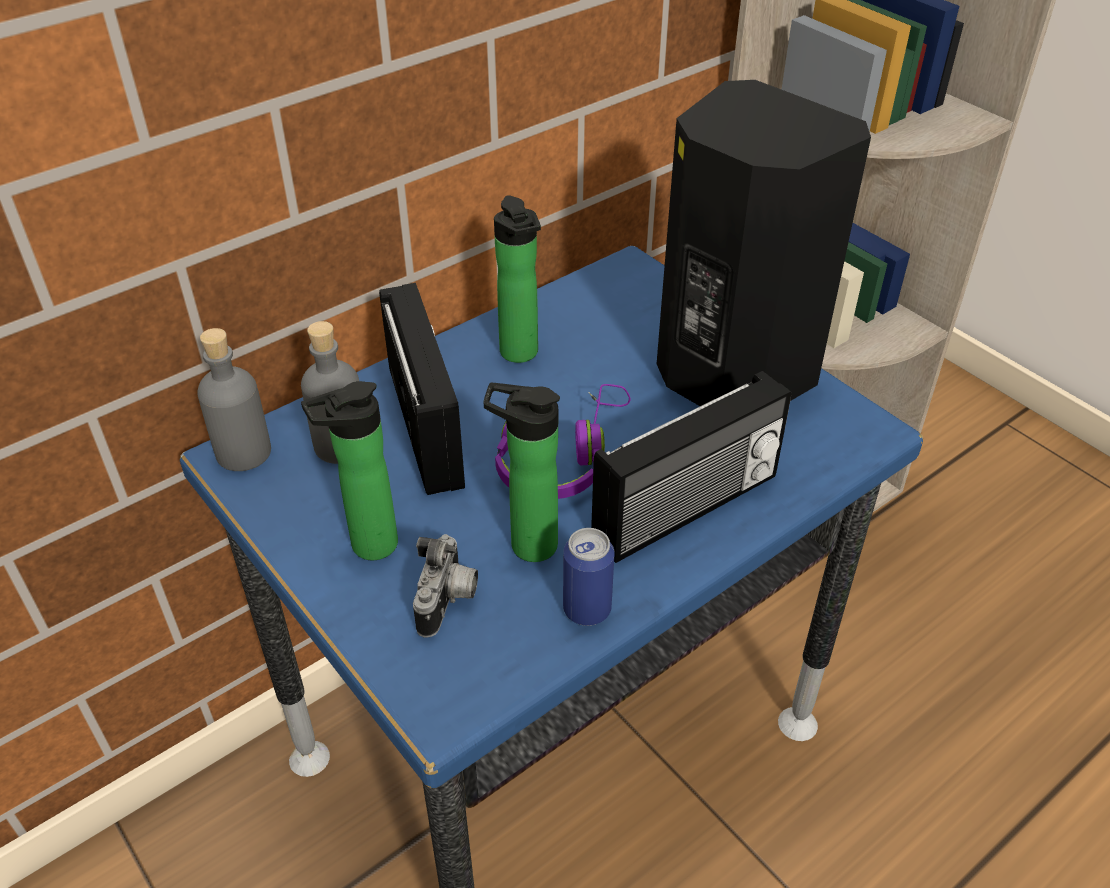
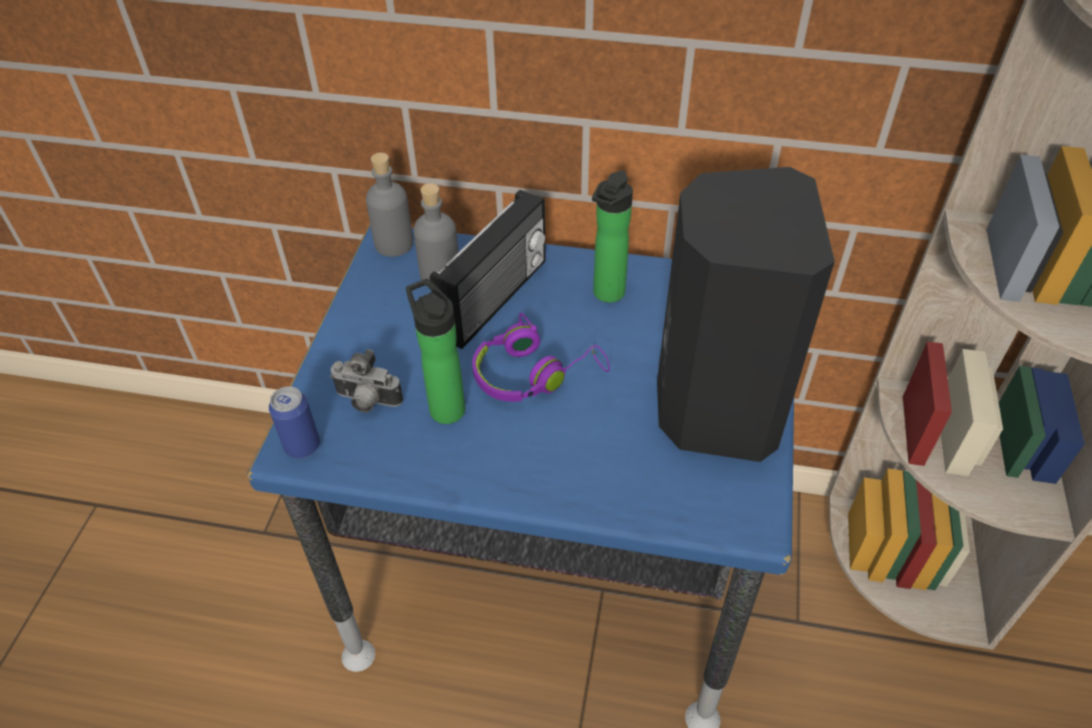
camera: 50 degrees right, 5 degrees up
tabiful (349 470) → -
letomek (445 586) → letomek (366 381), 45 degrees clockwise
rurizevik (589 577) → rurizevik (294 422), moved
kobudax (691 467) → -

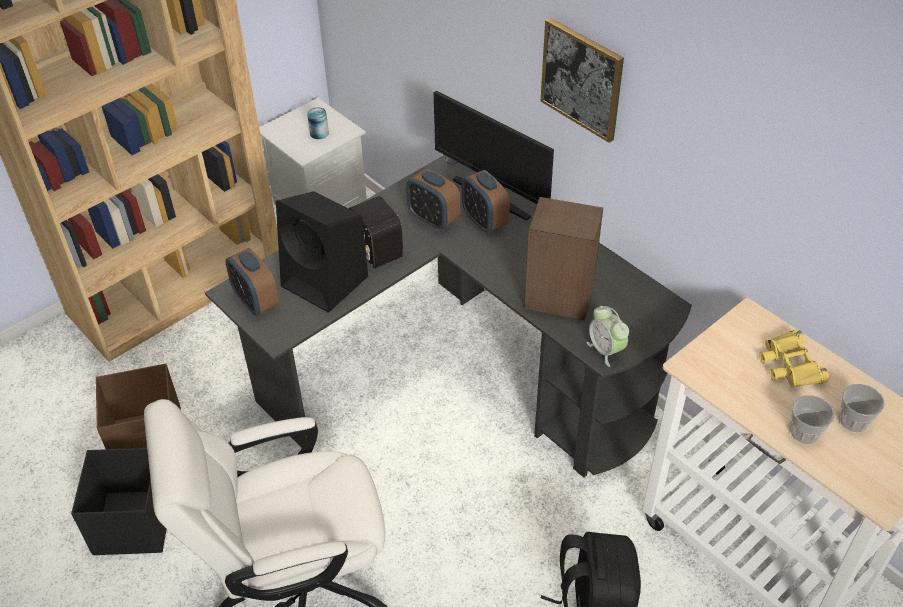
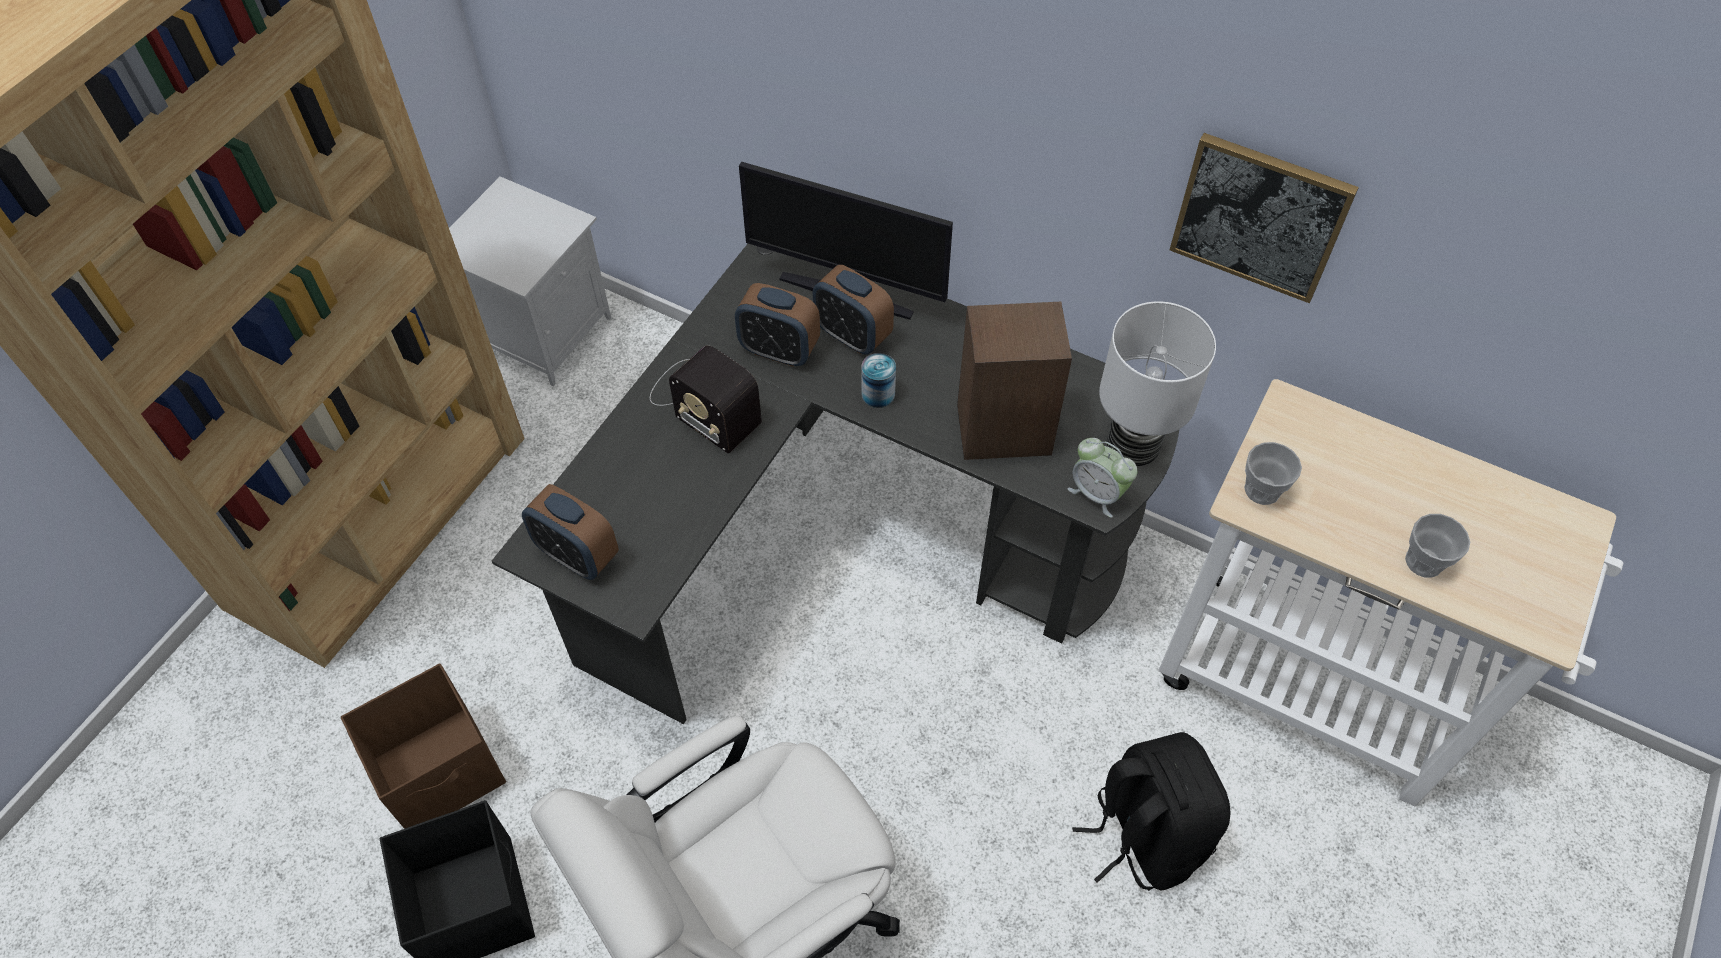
camera: 20 degrees left, 10 degrees up
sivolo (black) (322 252) → -
rurizevik (318 123) → rurizevik (878 380), moved
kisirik (582 80) → kisirik (1264 218), moved
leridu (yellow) (794 358) → -
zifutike (862 408) → zifutike (1273 473), moved
- → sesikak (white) (1157 383)

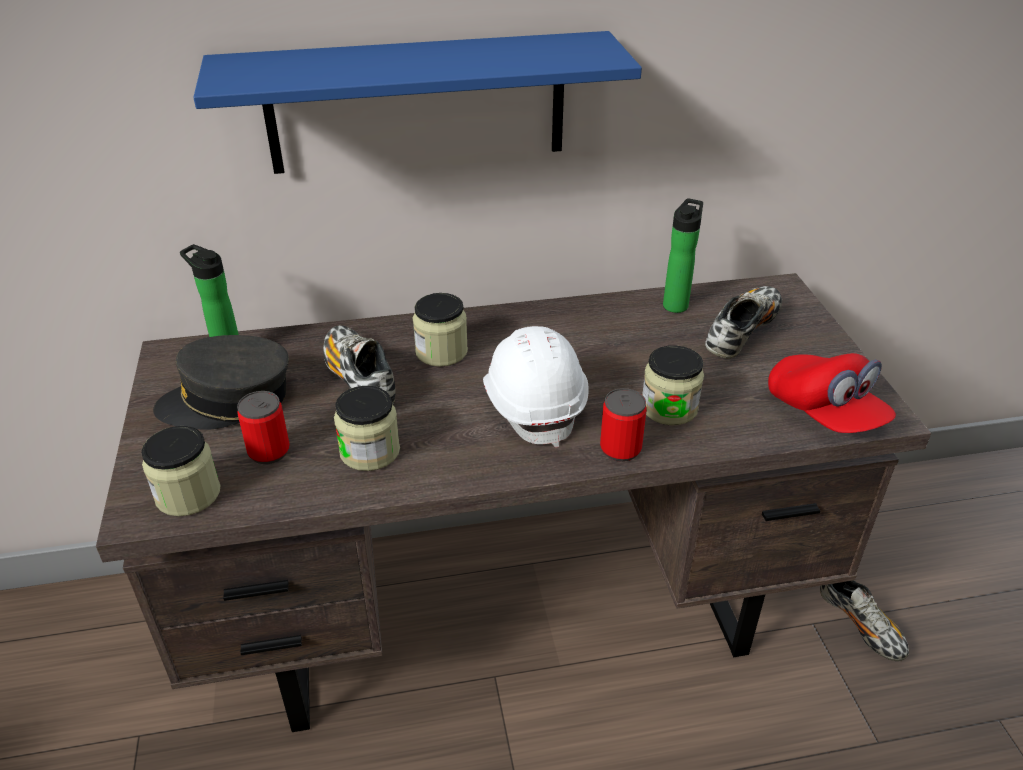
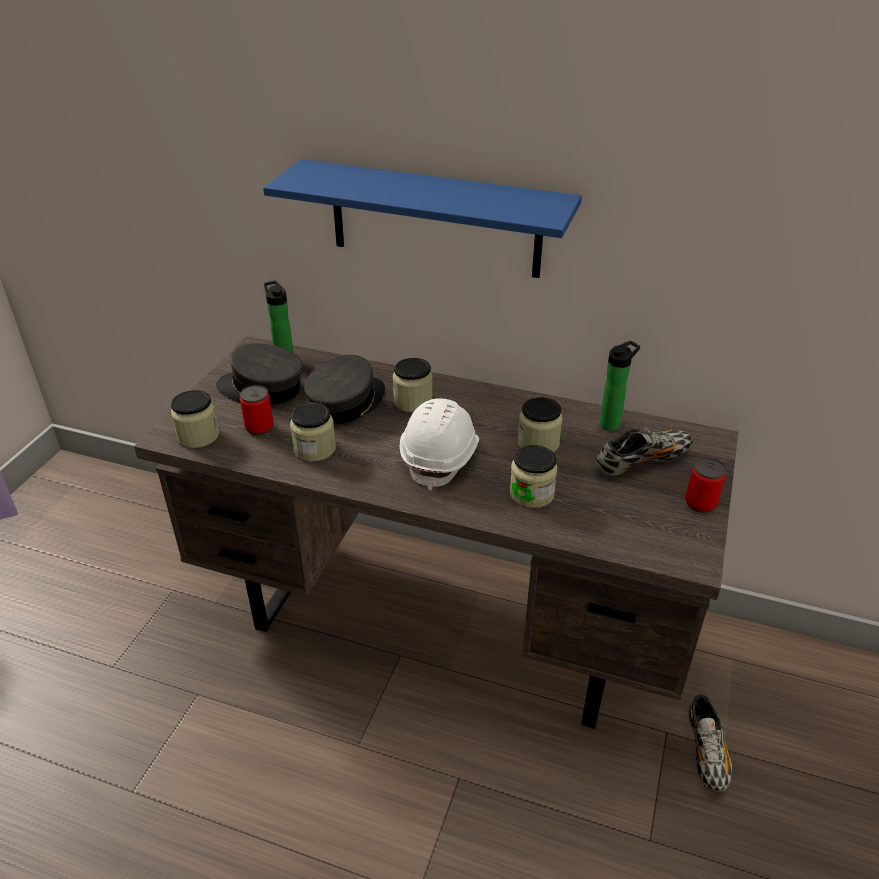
camera: 30 degrees right, 0 degrees up
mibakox (359 364) → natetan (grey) (344 390)
rurizevik (623 425) → rurizevik (705 485), moved
natetan (red) (832 393) → -
- → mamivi (540 424)

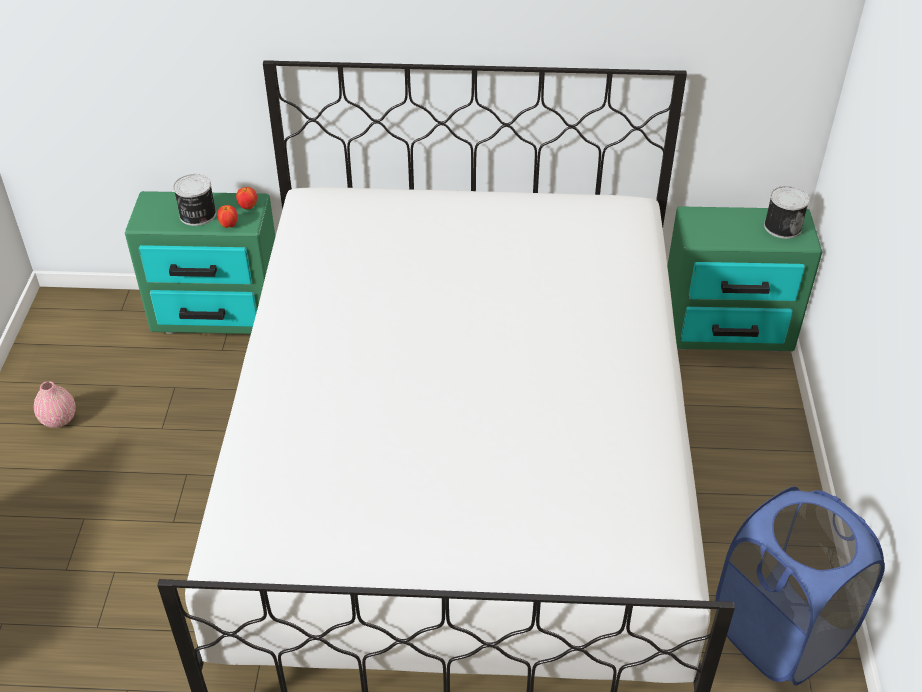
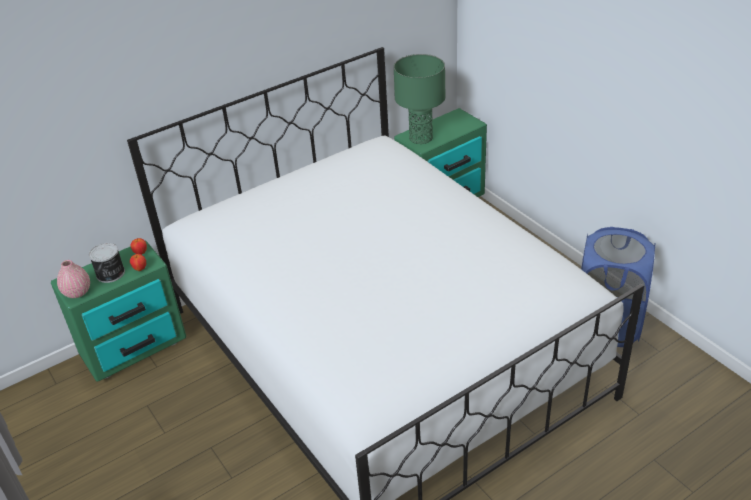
camera: 35 degrees left, 5 degrees down
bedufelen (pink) (55 404) → bedufelen (pink) (73 279), moved
rurizevik (786 212) → -
- → sesikak (green) (419 99)

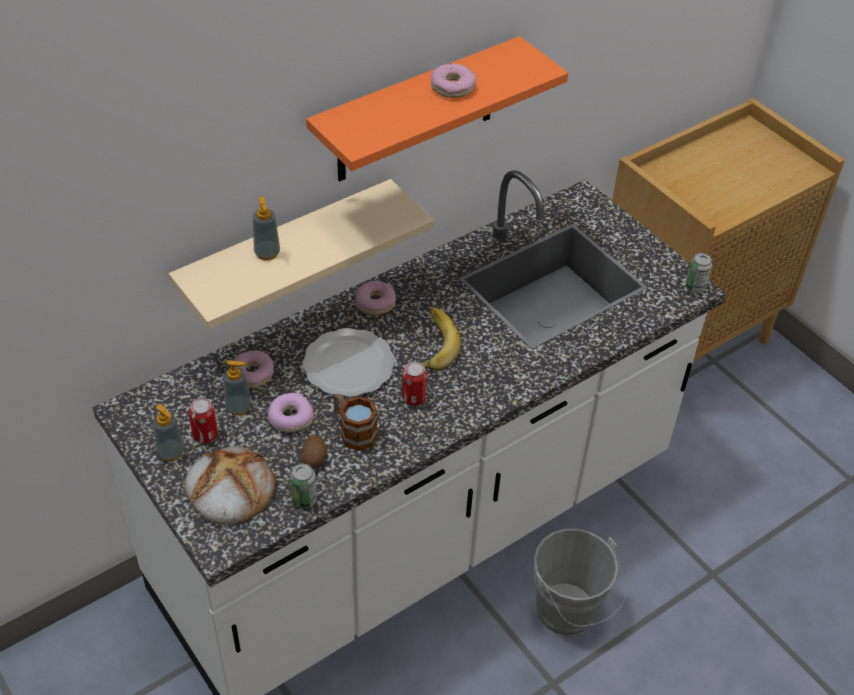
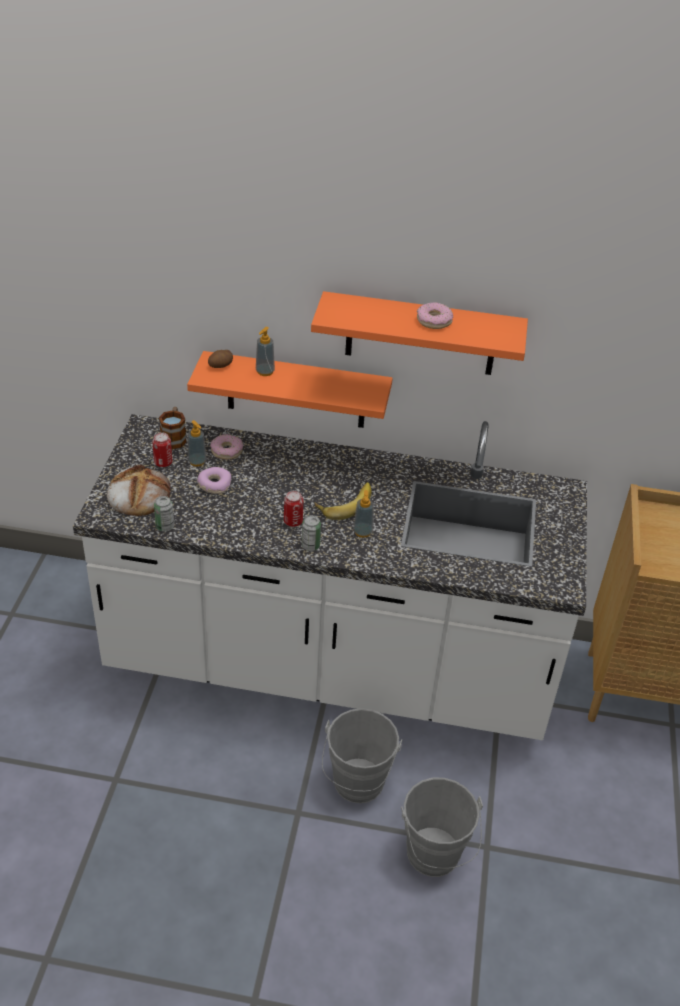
camera: 45 degrees right, 5 degrees down
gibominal (168 432) → gibominal (363 514), moved
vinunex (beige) (301 254) → vinunex (orange) (290 389)
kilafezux (314 451) → kilafezux (220 359), moved
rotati (348 362) → -
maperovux (355 422) → maperovux (173 428), moved
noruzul (375 298) → -
rurizevik (699 273) → rurizevik (311 533), moved
- → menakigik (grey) (442 827)

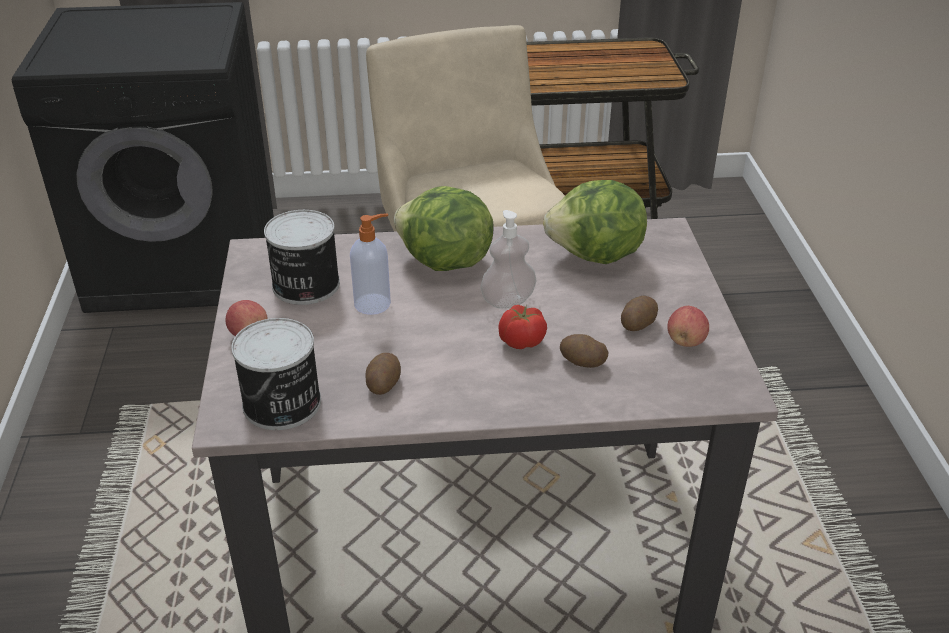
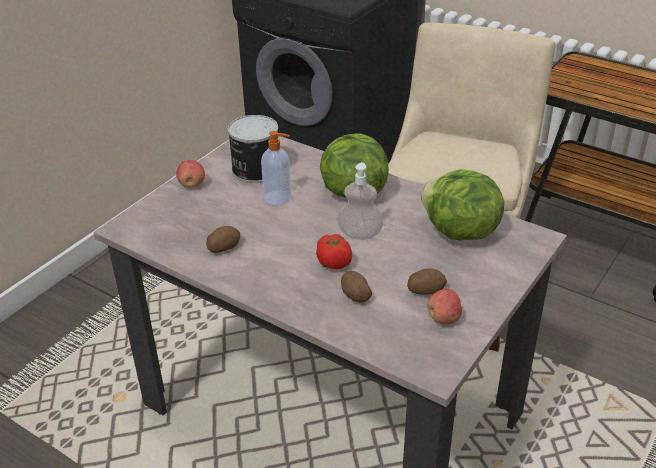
camera: 40 degrees right, 0 degrees up
rurizevik (276 374) → -

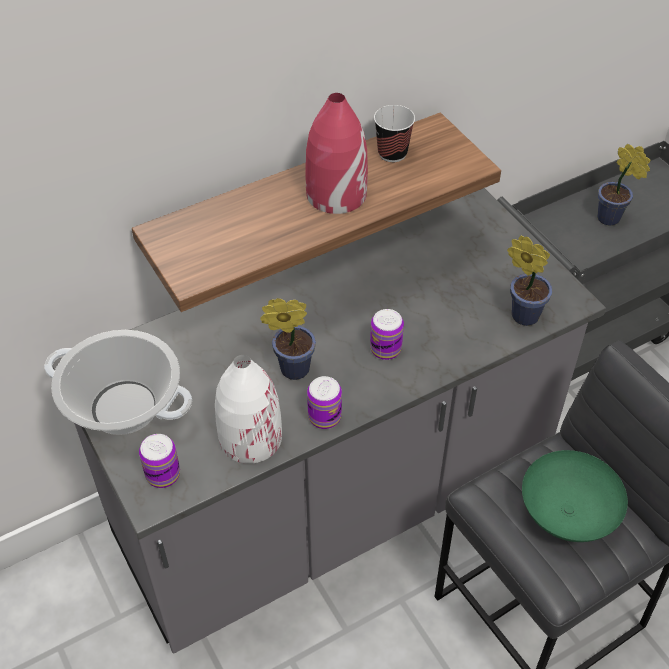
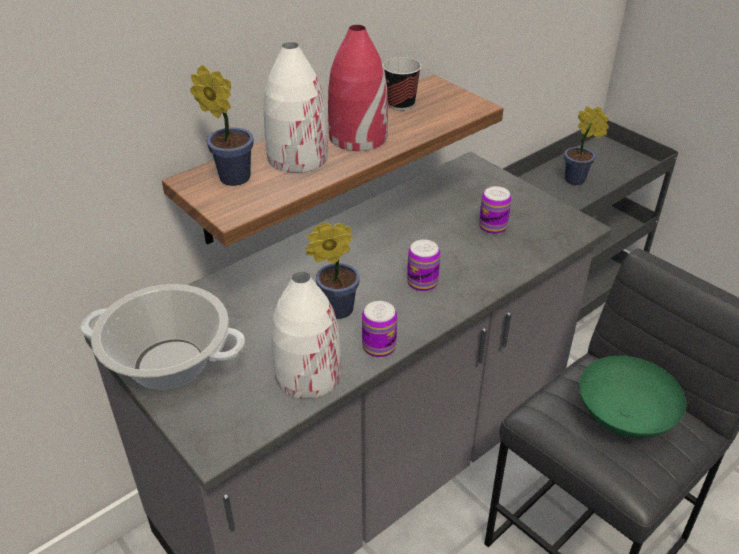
camera: 10 degrees left, 10 degrees down
rurizevik (159 461) → rurizevik (495 210), moved
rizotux (529 281) → rizotux (222 125), moved
- → bedufelen (white) (296 107)

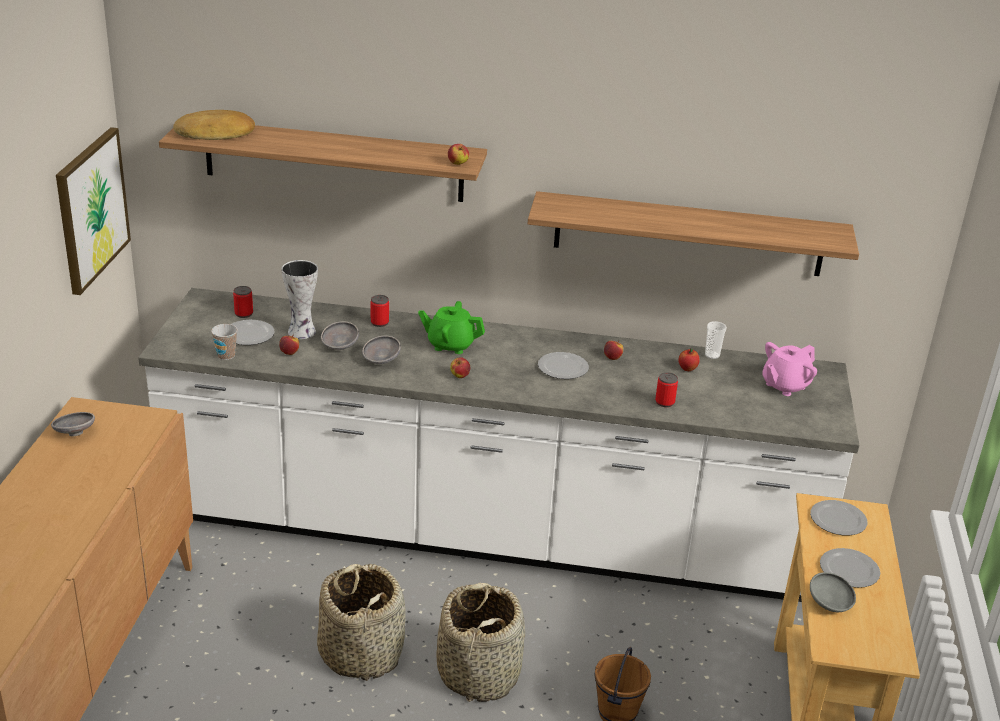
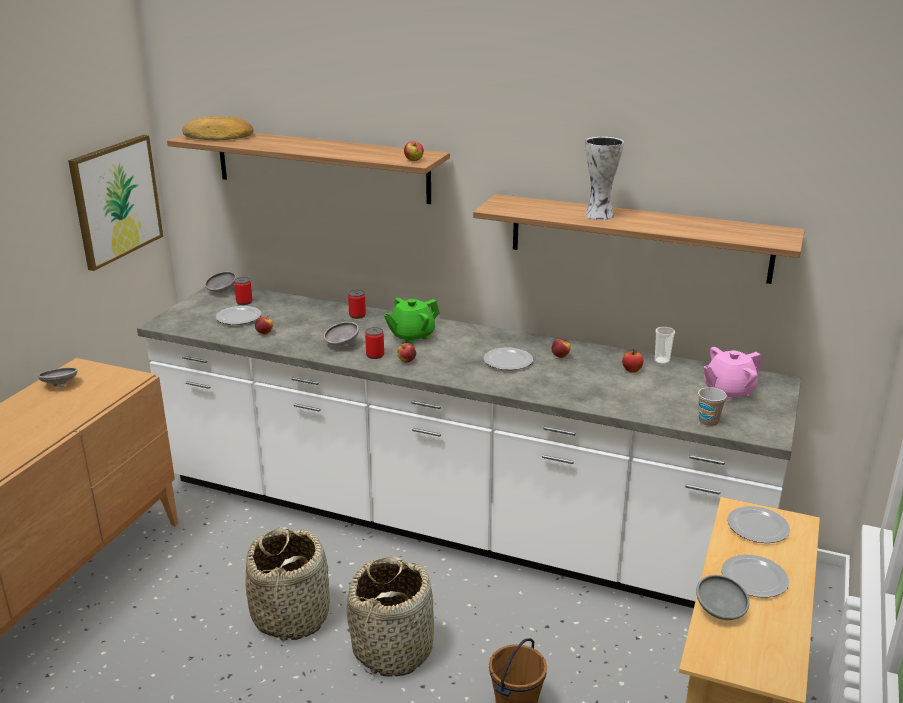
camera: 15 degrees right, 5 degrees down
zifutike (224 342) → zifutike (712 406), moved
bedufelen (299 299) → bedufelen (604 178), moved
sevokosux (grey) (340 335) → sevokosux (grey) (220 282), moved
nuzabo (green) (451 327) → nuzabo (green) (412 321), 60 degrees counterclockwise
rurizevik (666 389) → rurizevik (374 343), moved

